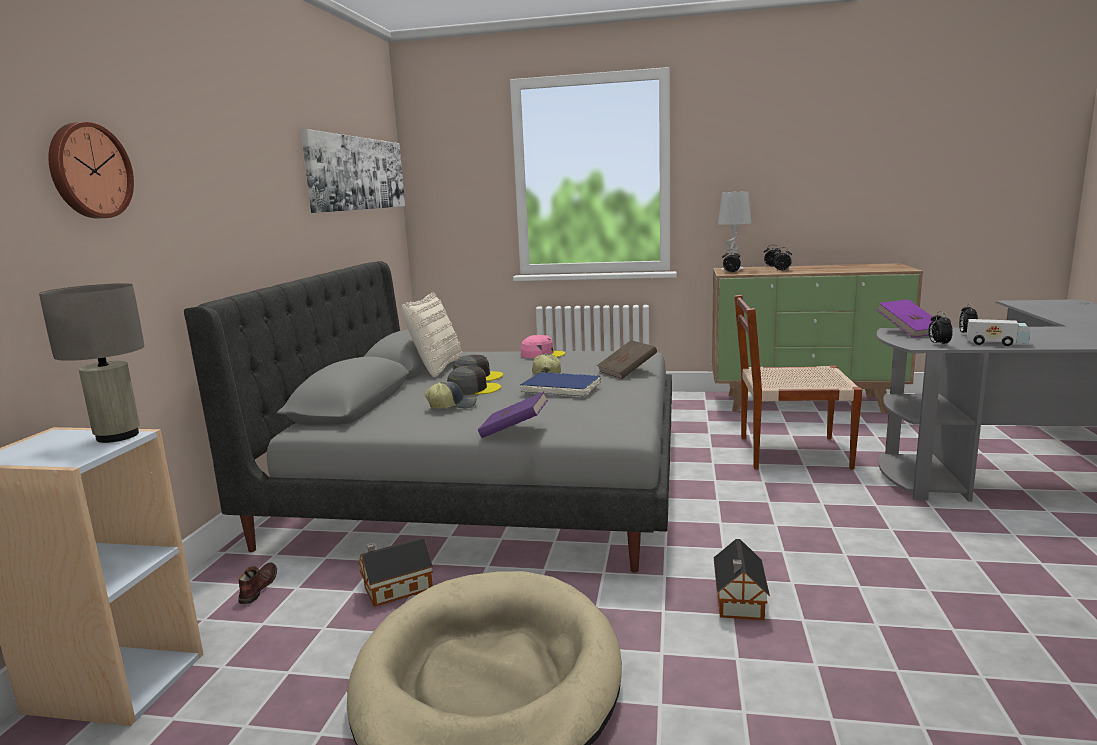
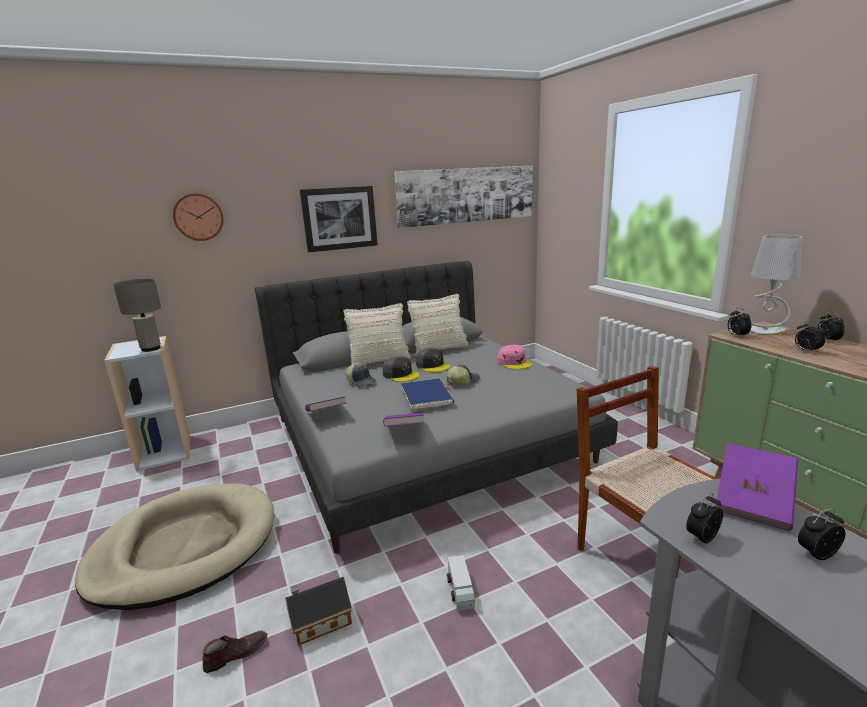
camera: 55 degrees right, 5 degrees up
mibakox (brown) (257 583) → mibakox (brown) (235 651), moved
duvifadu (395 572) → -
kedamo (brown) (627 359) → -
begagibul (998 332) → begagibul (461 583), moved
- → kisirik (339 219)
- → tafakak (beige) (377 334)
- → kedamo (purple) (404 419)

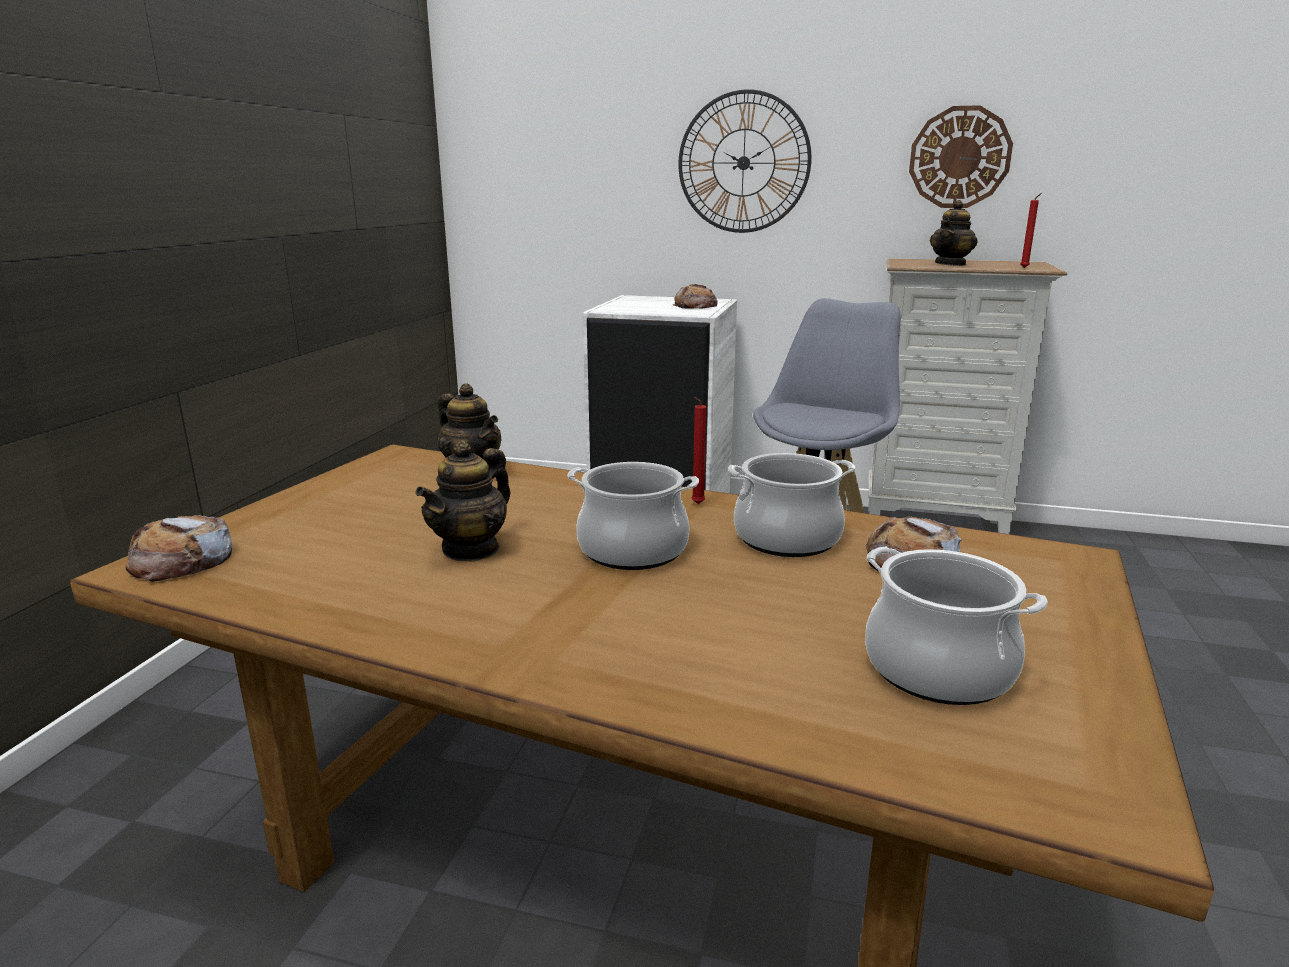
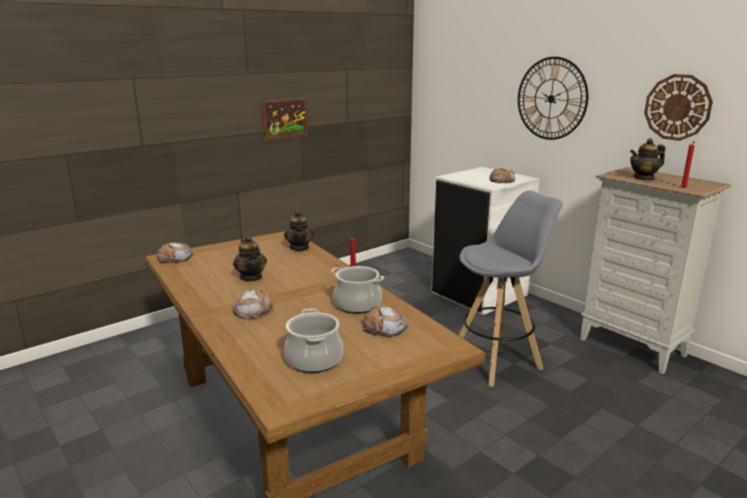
camera: 35 degrees right, 0 degrees up
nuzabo (463 501) → nuzabo (250 258), 90 degrees counterclockwise
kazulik (633 516) → -
- → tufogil (253 304)
- → kisirik (285 119)

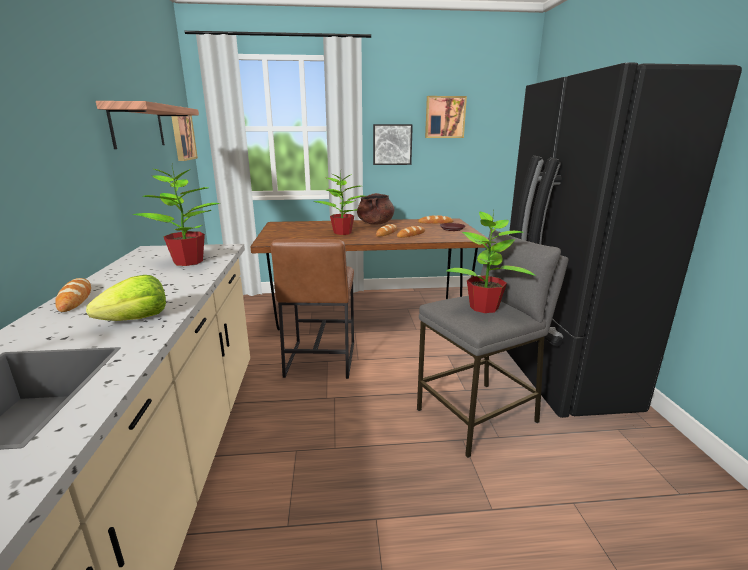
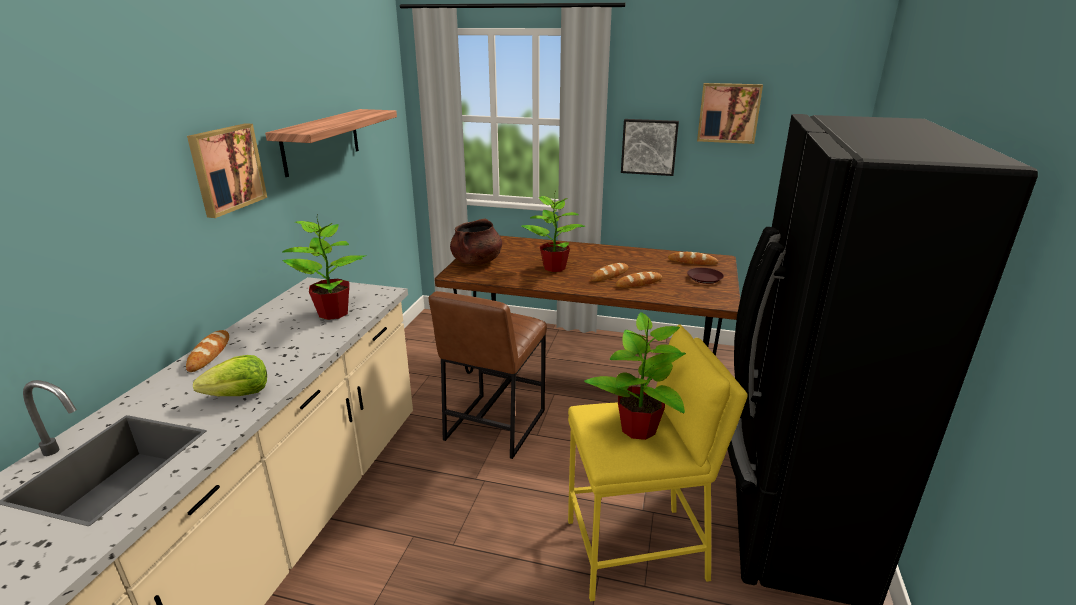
camera: 20 degrees right, 5 degrees up
kisirik (184 138) → kisirik (227 170), moved
kazulik (brown) (376 209) → kazulik (brown) (476 242), moved
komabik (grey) (492 343) → komabik (yellow) (658 463)

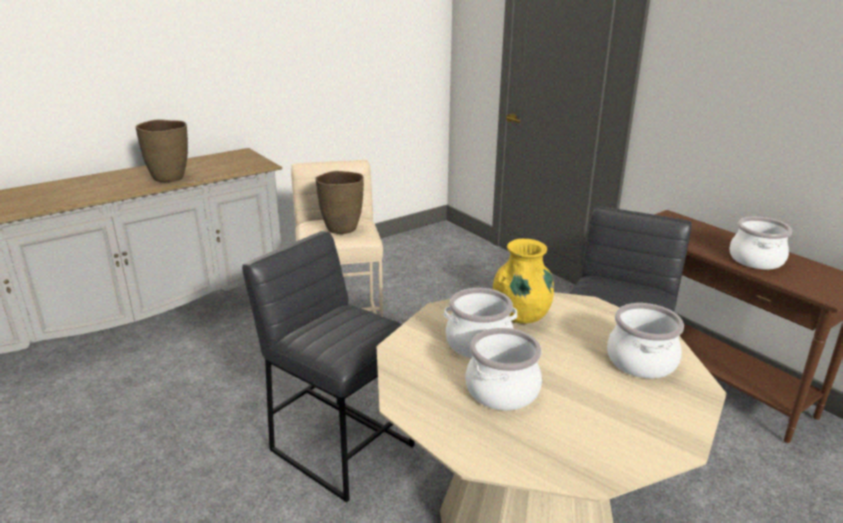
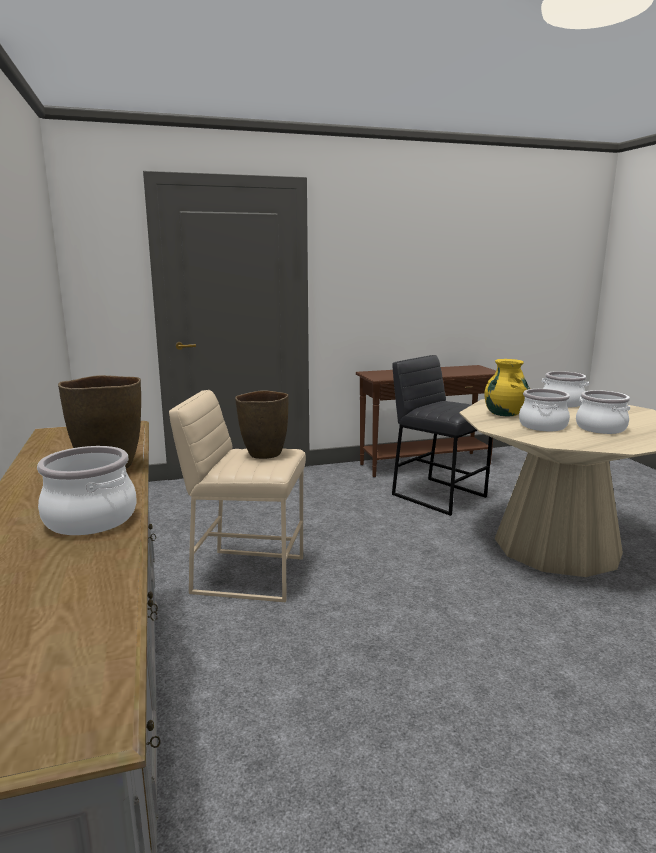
camera: 70 degrees left, 10 degrees down
komabik (grey) (328 367) → -
kazulik (760 243) → kazulik (87 490), moved

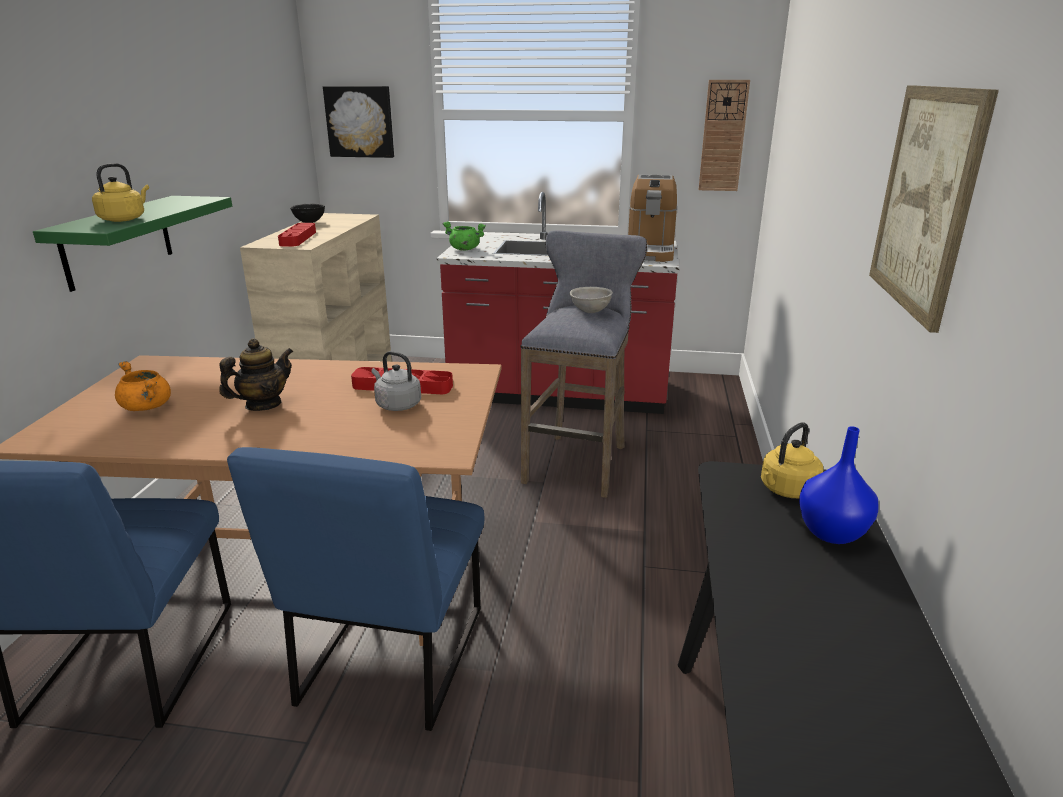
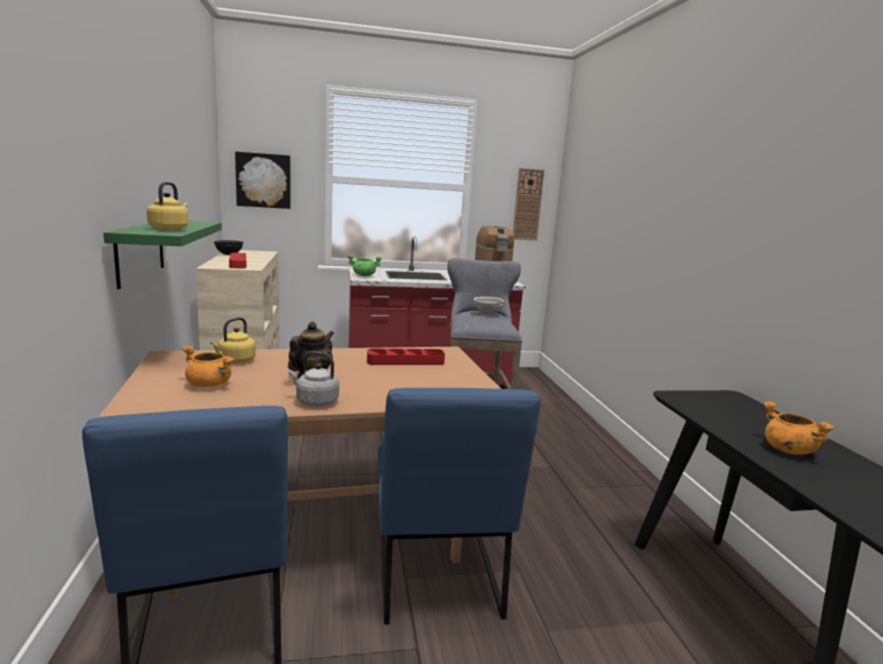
camera: 20 degrees left, 10 degrees down
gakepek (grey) (396 381) → gakepek (grey) (314 379), moved
gakepek (yellow) (792 460) → gakepek (yellow) (233 340), moved
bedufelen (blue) (839 485) → -
kisirik (934 209) → -
- → kazulik (orange) (799 428)

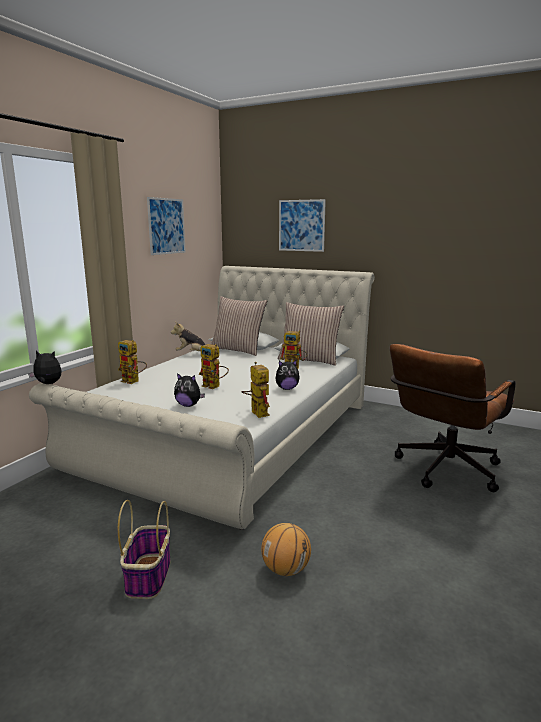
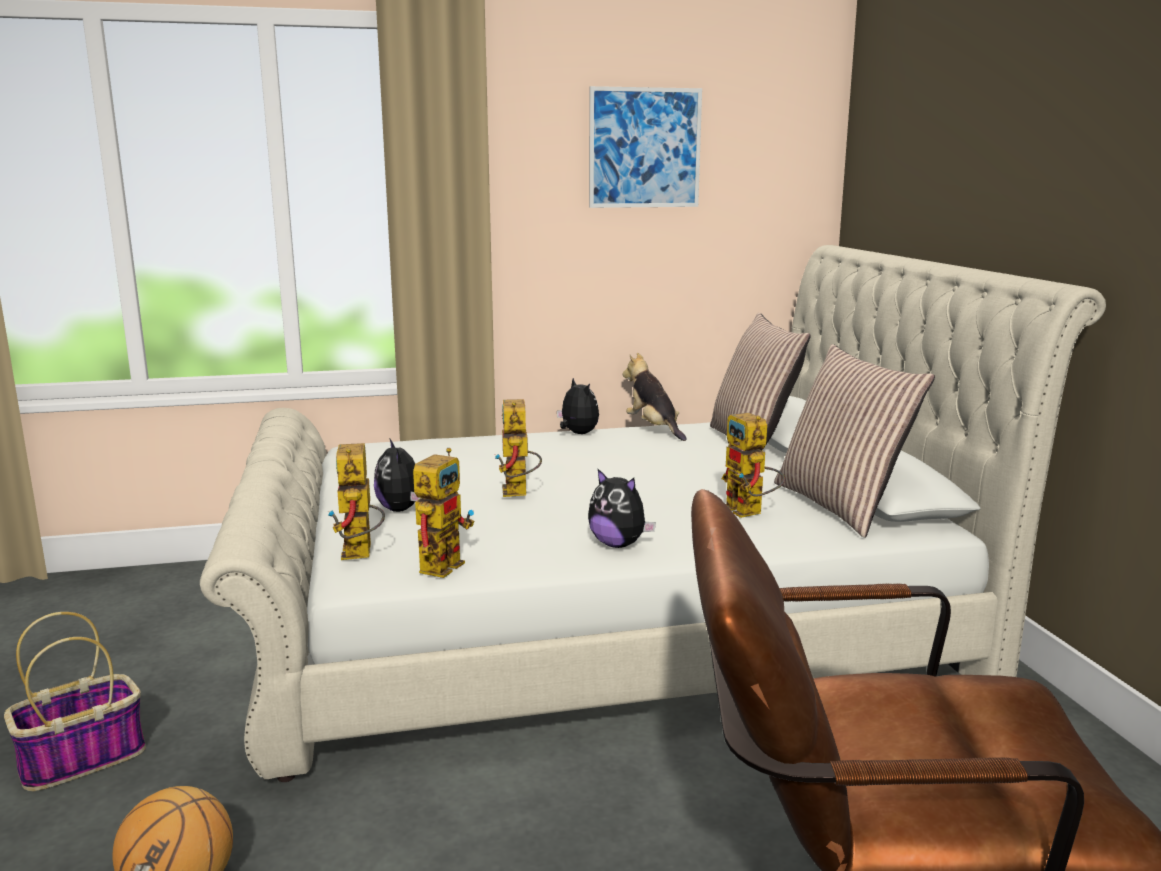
camera: 50 degrees right, 0 degrees up
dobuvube (45 367) → dobuvube (578 406), moved
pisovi (132 362) → pisovi (356 501), moved
kisirik (302 225) → -

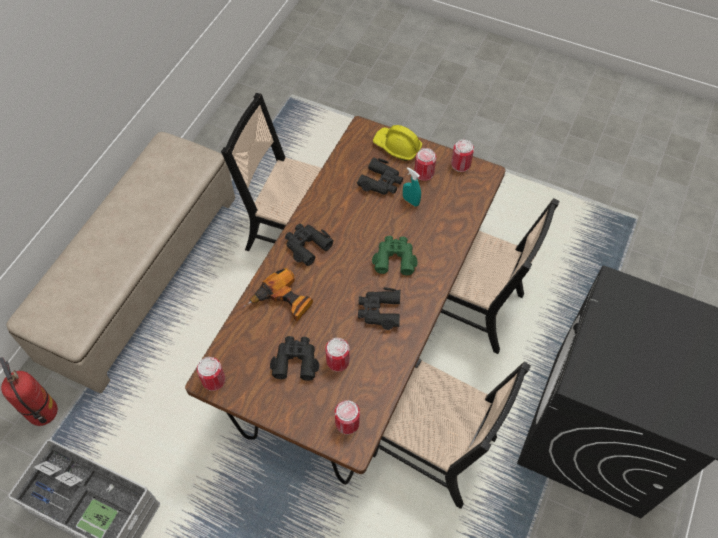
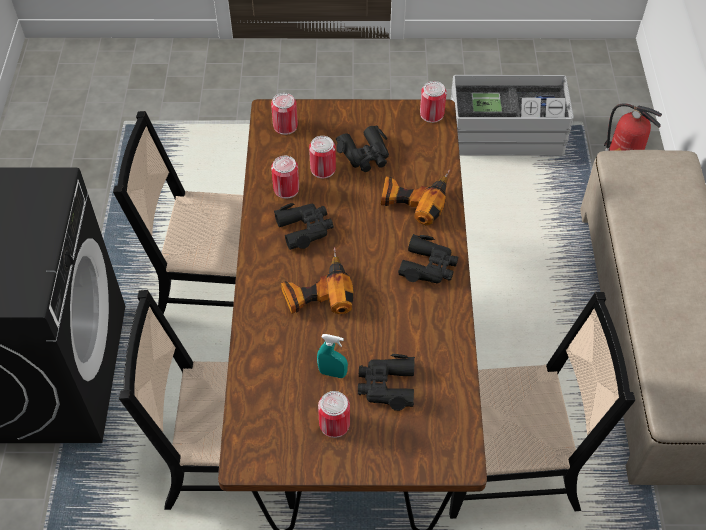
camera: 155 degrees right, 5 degrees down
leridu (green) (395 255) → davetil (317 280)
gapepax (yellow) (397 143) → -
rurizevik (462 155) → rurizevik (285 177), moved

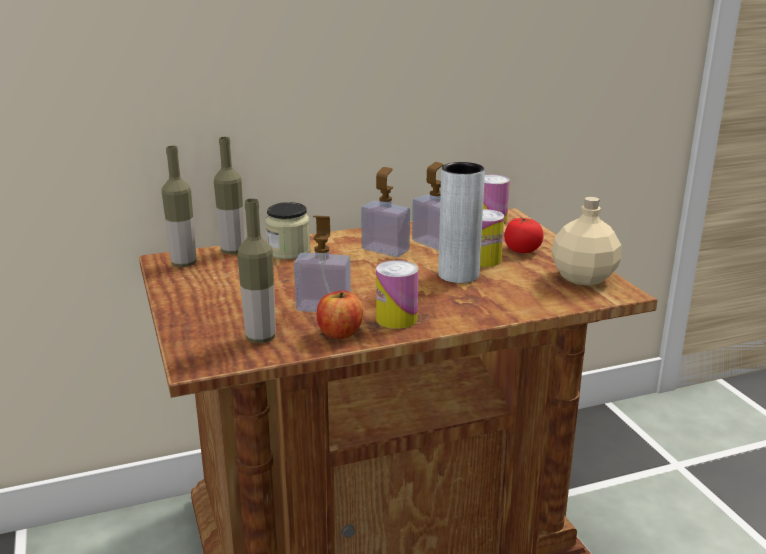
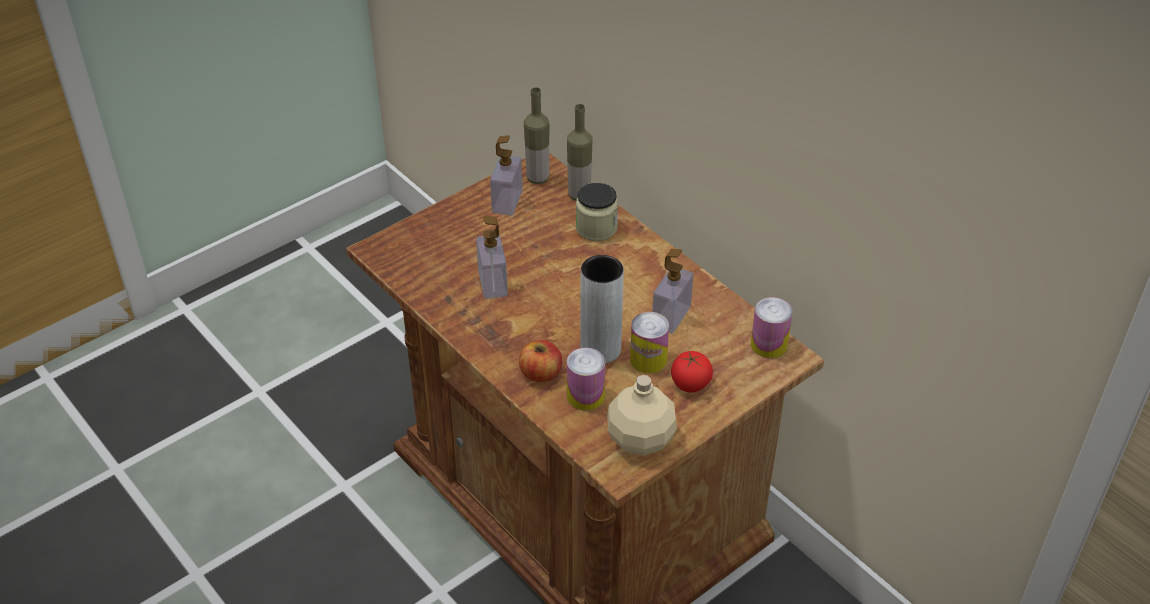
camera: 70 degrees right, 20 degrees up
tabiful (256 270) → -
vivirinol (339 314) → vivirinol (540 361), moved
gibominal (385 212) → gibominal (506 175), moved
rurizevik (397 294) → rurizevik (586 379), moved

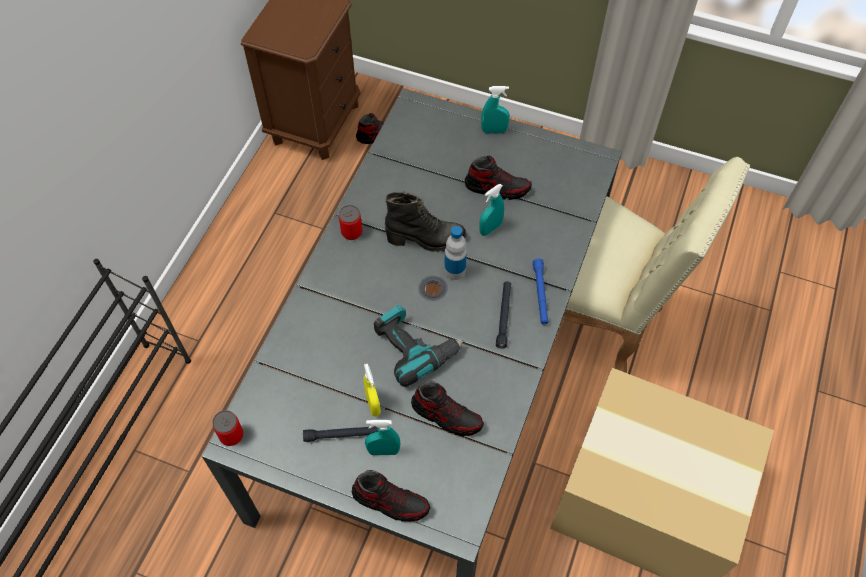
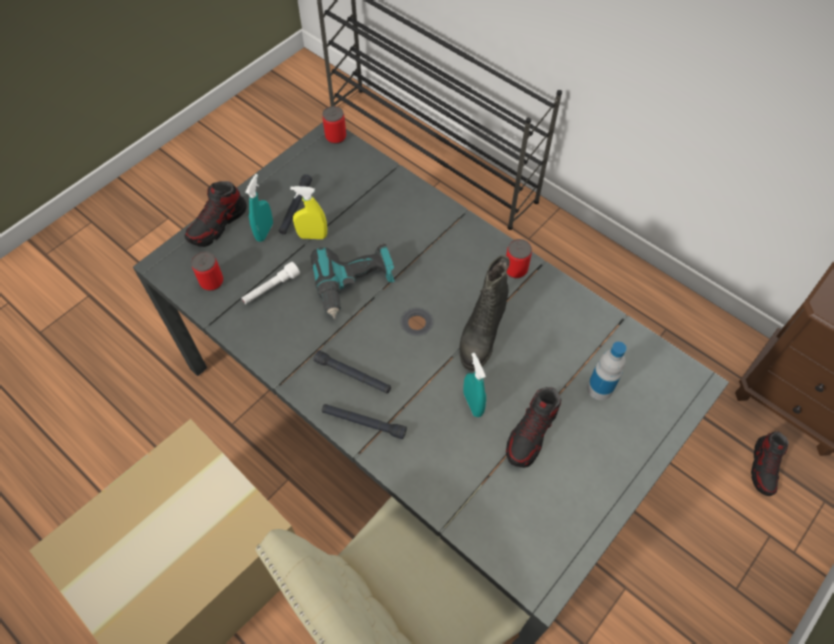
camera: 110 degrees right, 0 degrees up
mibakox (447 408) → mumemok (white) (270 283)
tabiful (455 253) → tabiful (607 371), moved
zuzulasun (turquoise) (495 109) → -
mumemok (blue) (540 292) → mumemok (black) (364 421)
- → rurizevik (207 271)

